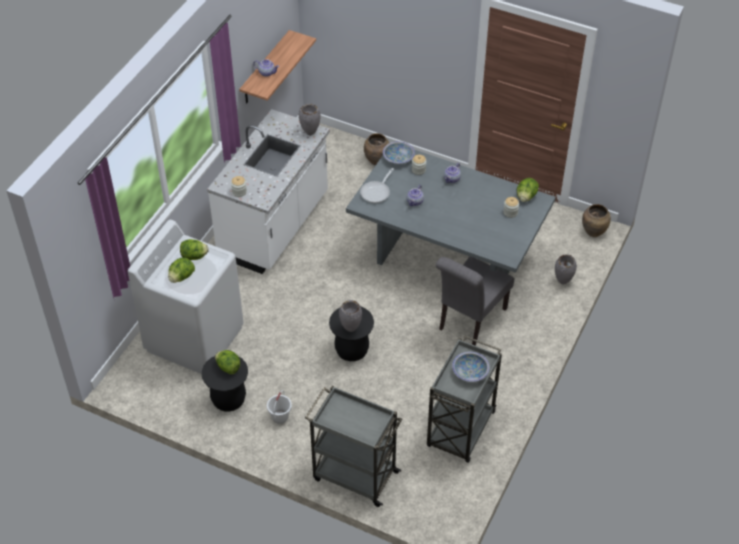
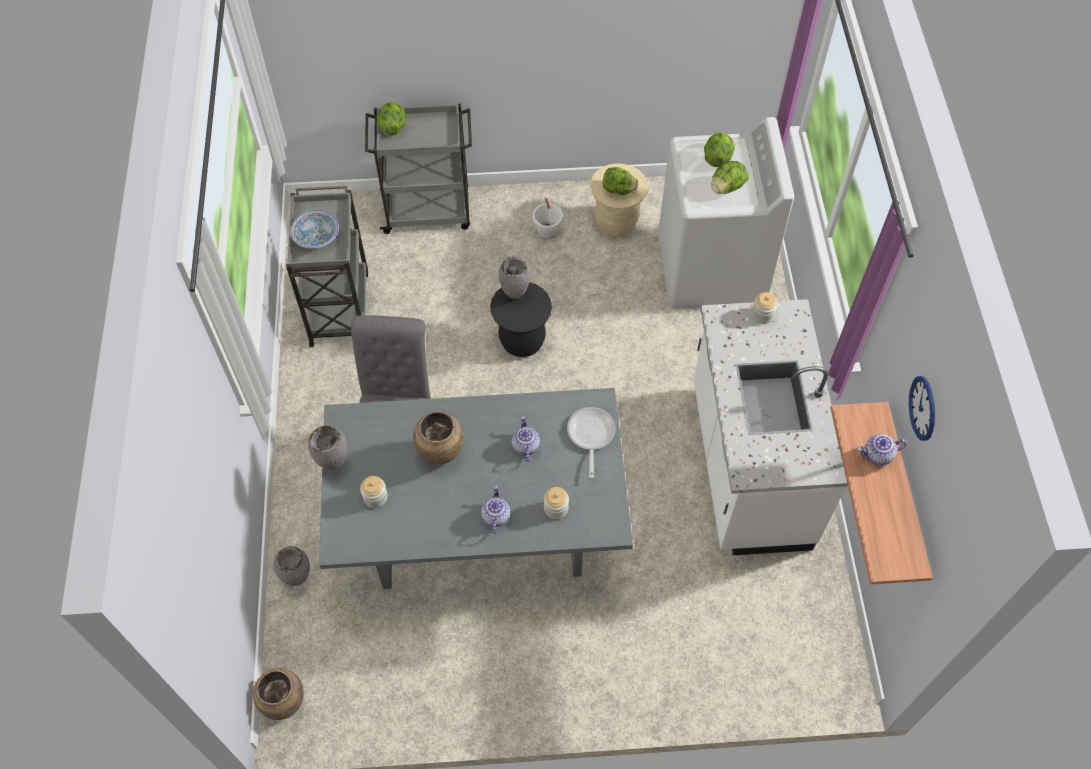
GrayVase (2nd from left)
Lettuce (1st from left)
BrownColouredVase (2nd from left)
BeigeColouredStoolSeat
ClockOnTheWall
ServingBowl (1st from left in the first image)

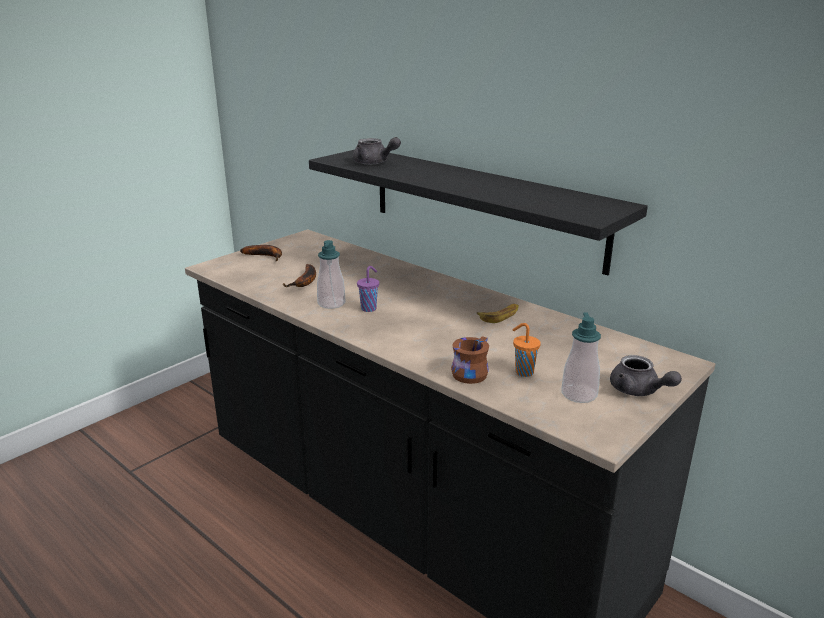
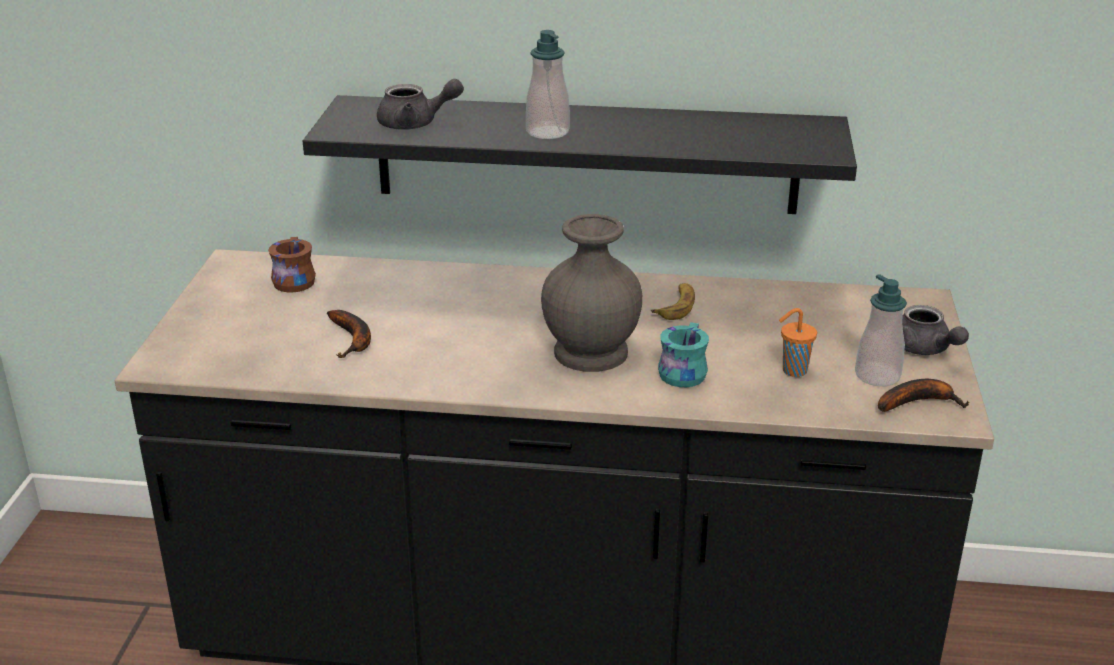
BrownColouredTeaMug
LiquidSoapBottle (1st from left)
GrayVase
TurquoiseTeaMug
Banana (3rd from left)
GrayPotForTea (2nd from left)
PurplishCup

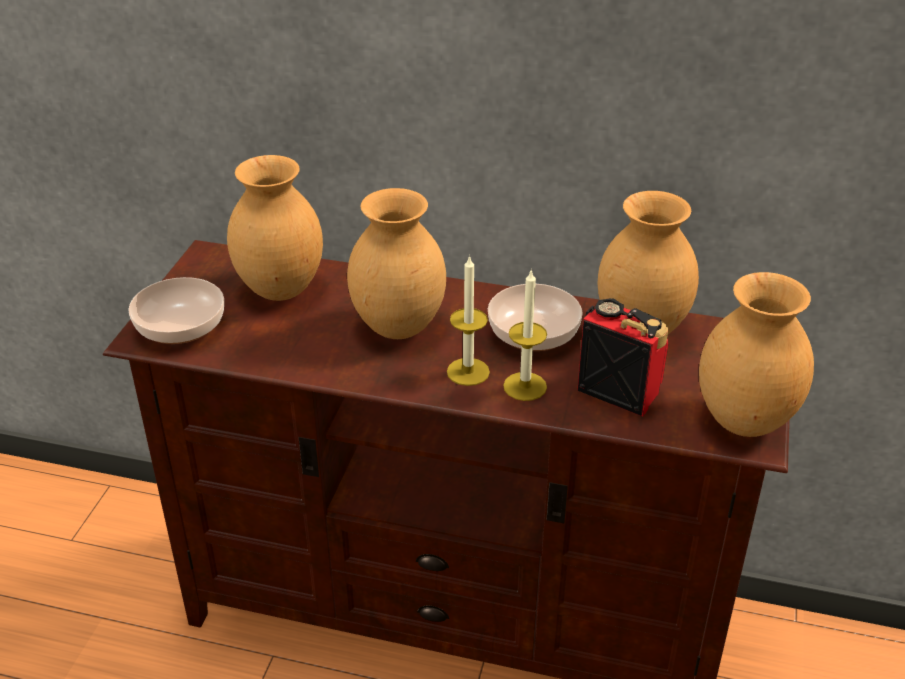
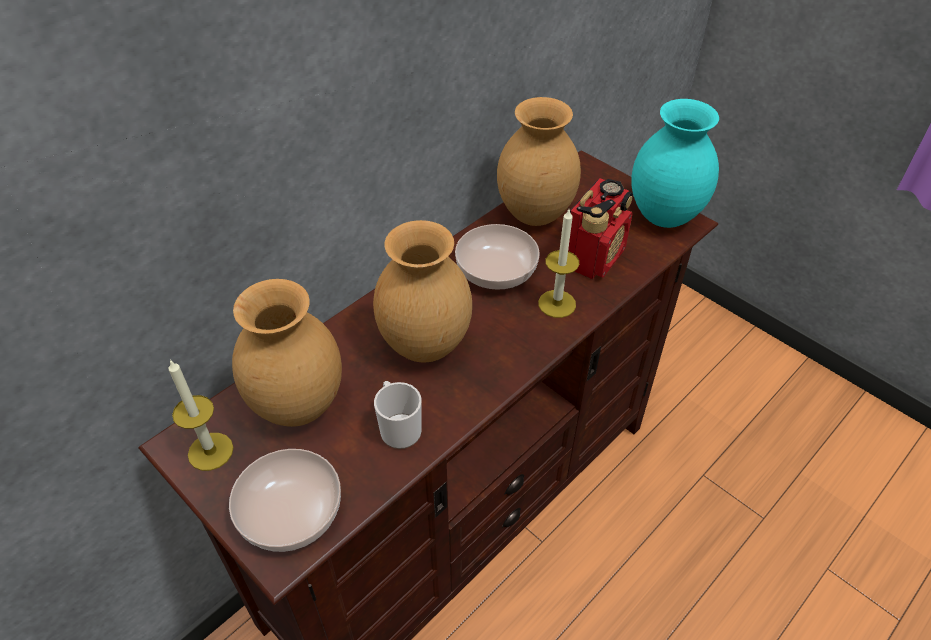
WaxCandle (1st from left)
TeaMug
RadioSet
TurquoiseVase

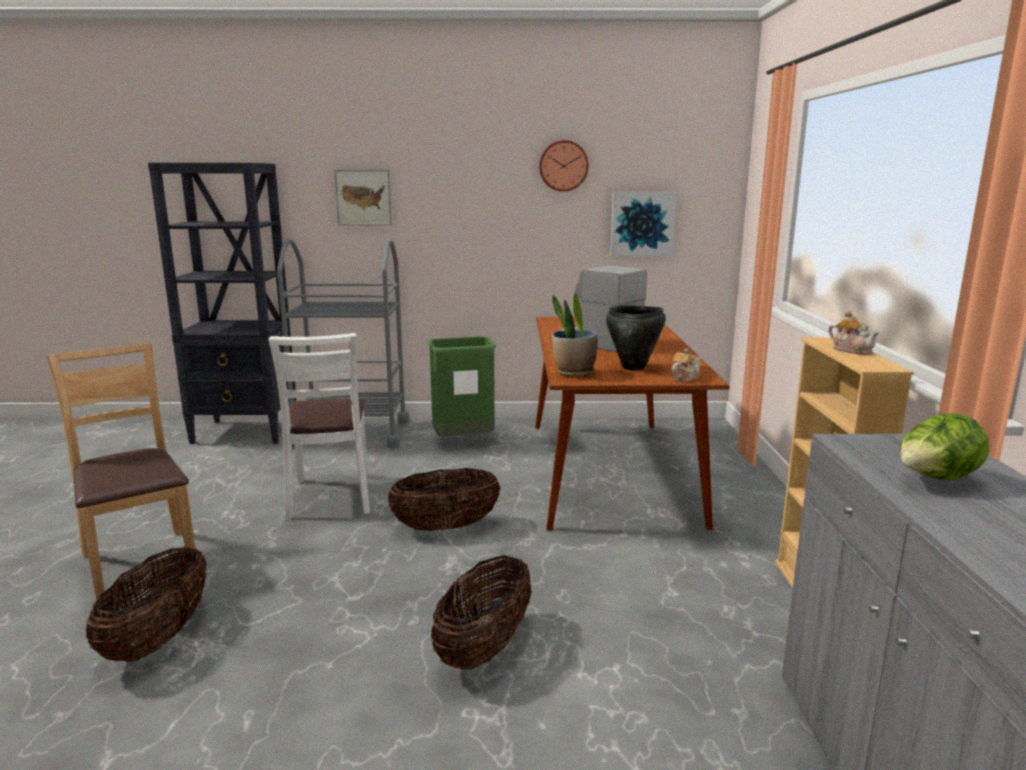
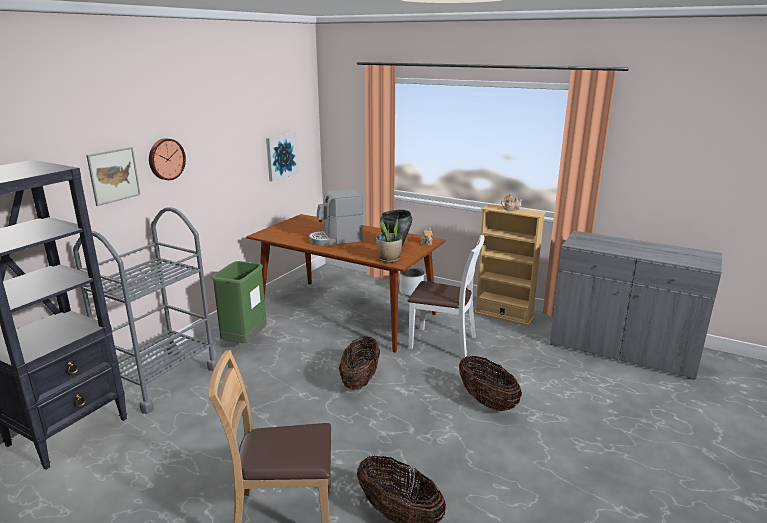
ClockOnTheWall
GrayPlanter
WhitishUprightChair
Lettuce

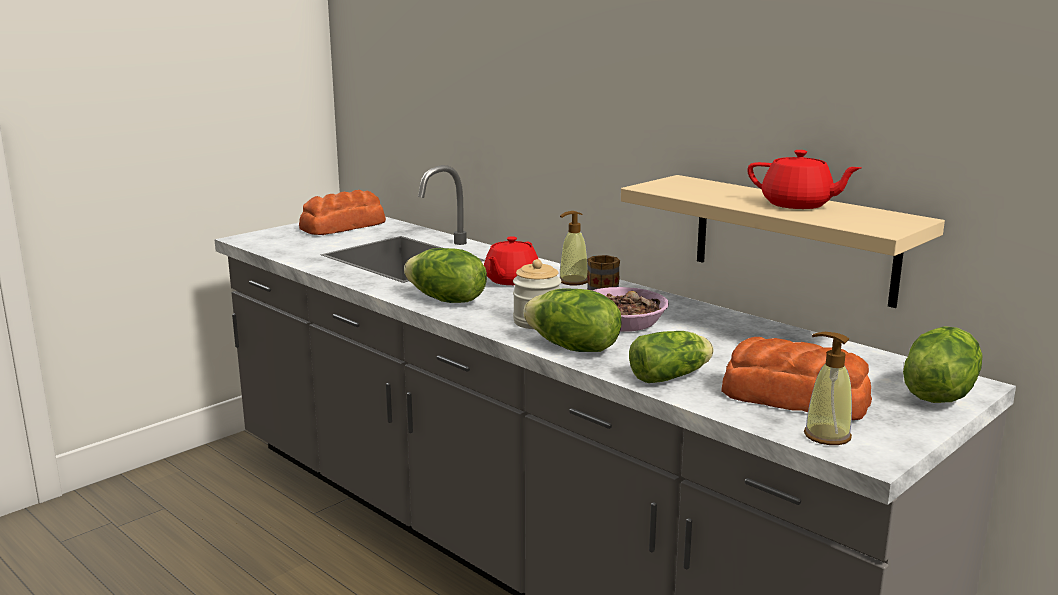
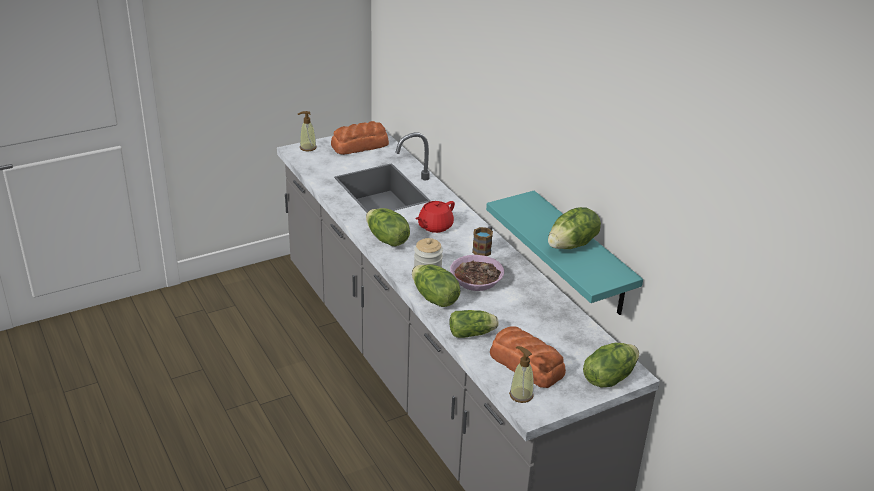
LiquidSoapBottle (1st from left)
TurquoiseWallShelf
Lettuce (4th from left)

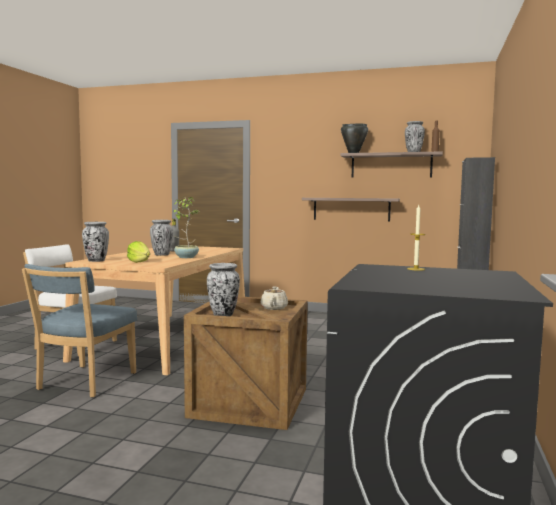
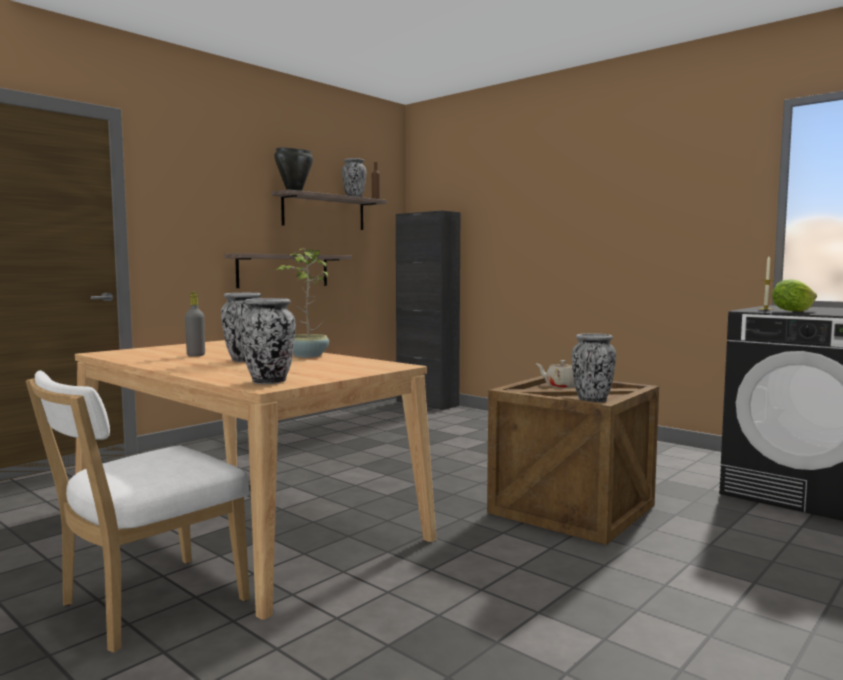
Lettuce
BlueColouredUprightChair

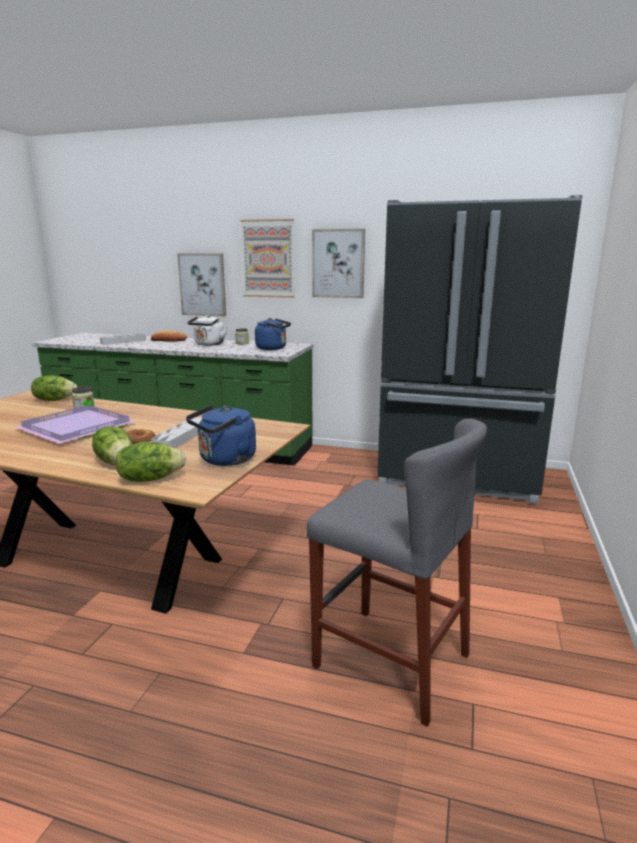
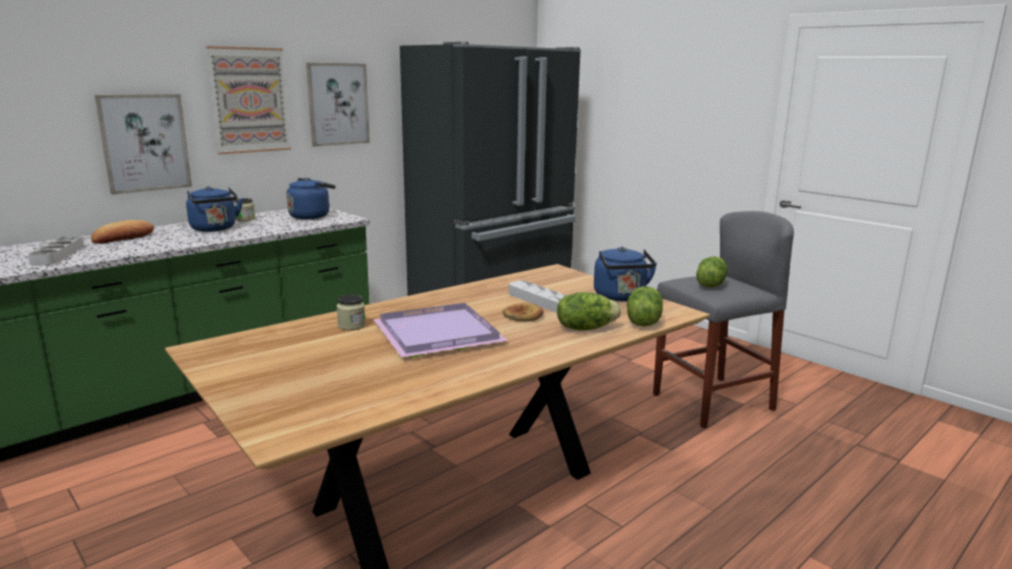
BlueColouredKettle (1st from left)
Lettuce (3rd from left)

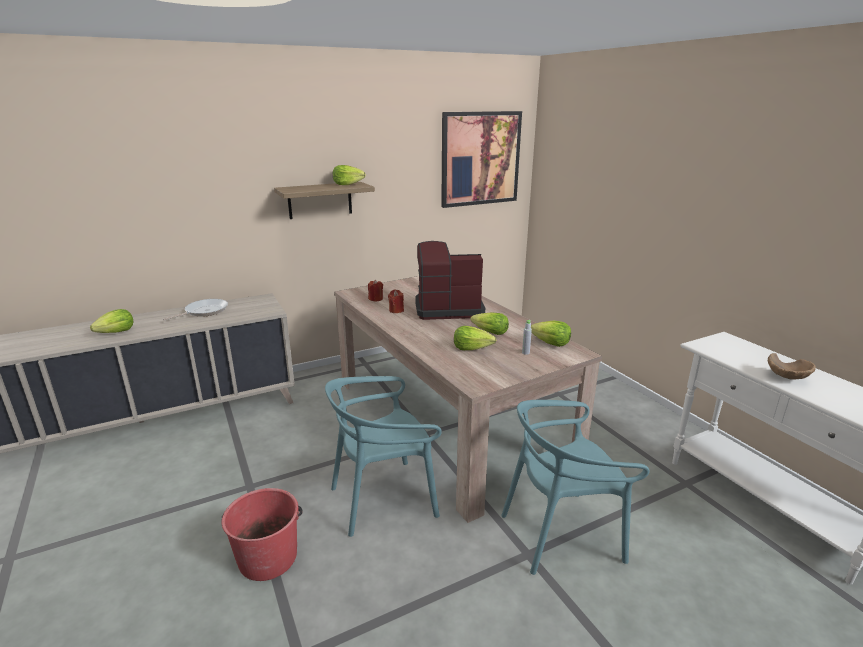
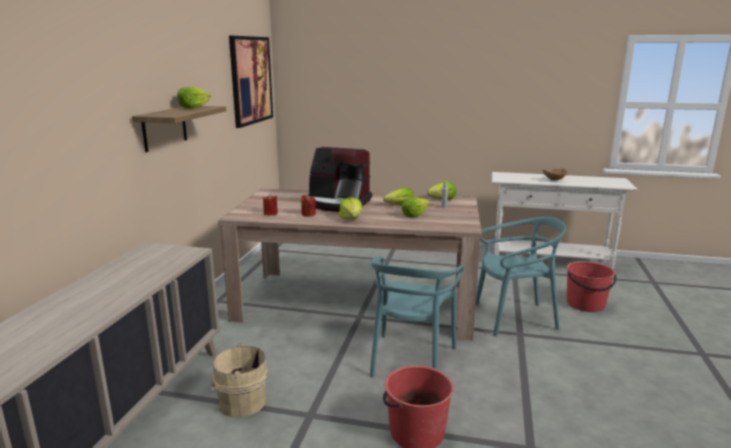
BeigeColouredWaterBucket
CoffeeBrewer
Lettuce (2nd from left)
TurquoiseUprightChair (2nd from left)
RedWaterBucket (2nd from left)
FryingPan

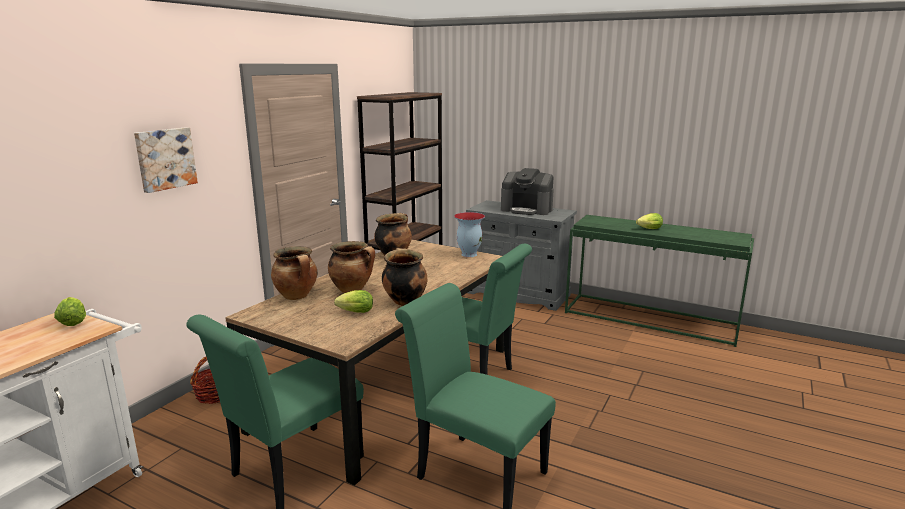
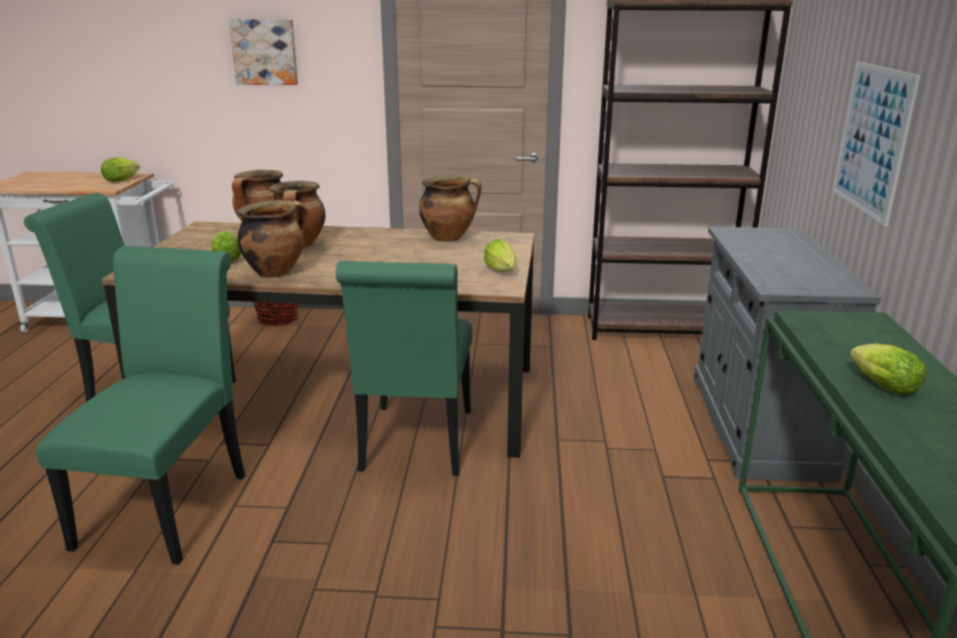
Lettuce (3rd from left)
WallPicture (2nd from left)
CoffeeBrewer

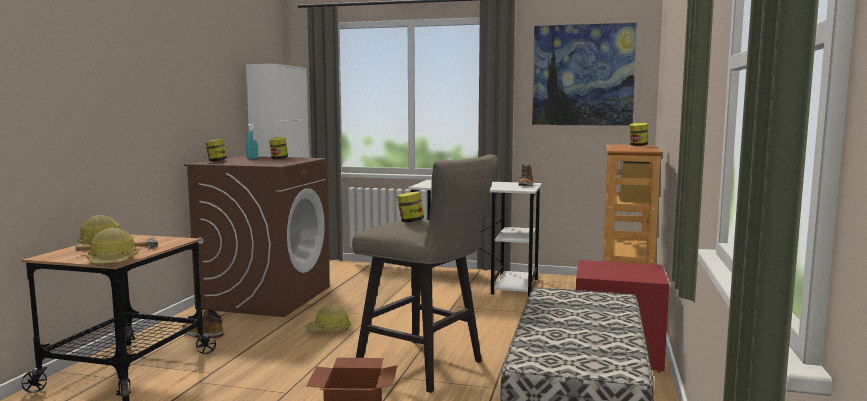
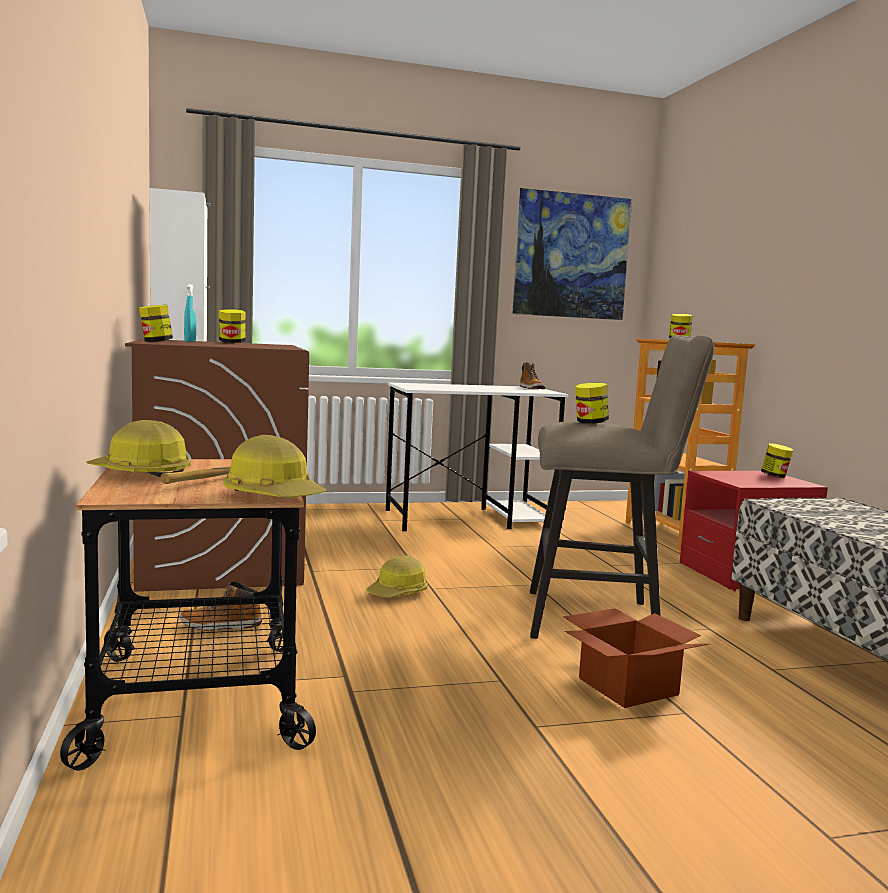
StorageJar (5th from left)

